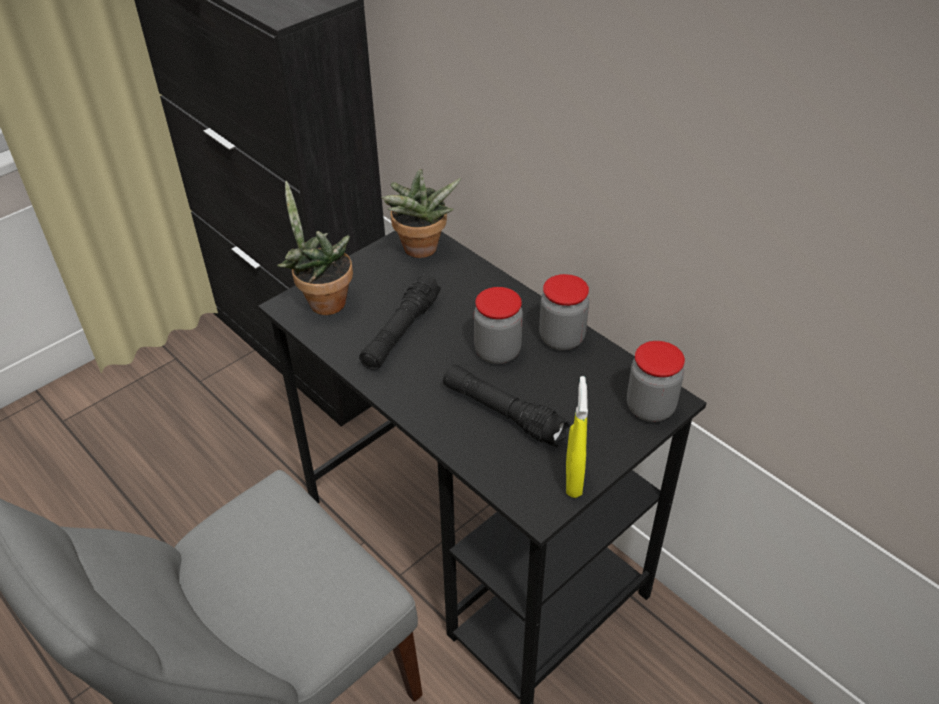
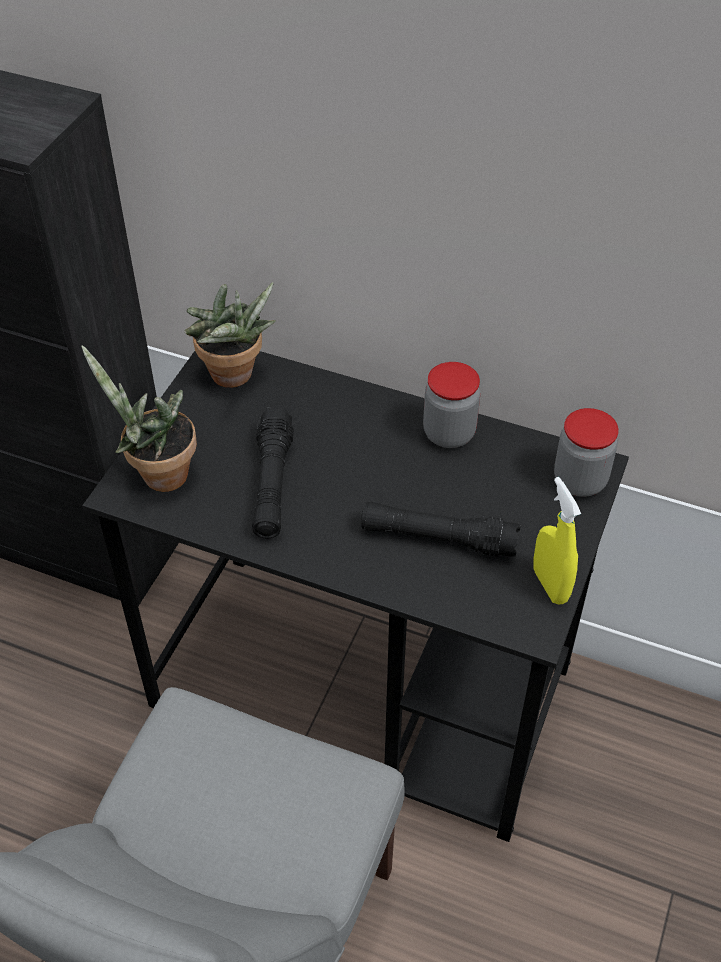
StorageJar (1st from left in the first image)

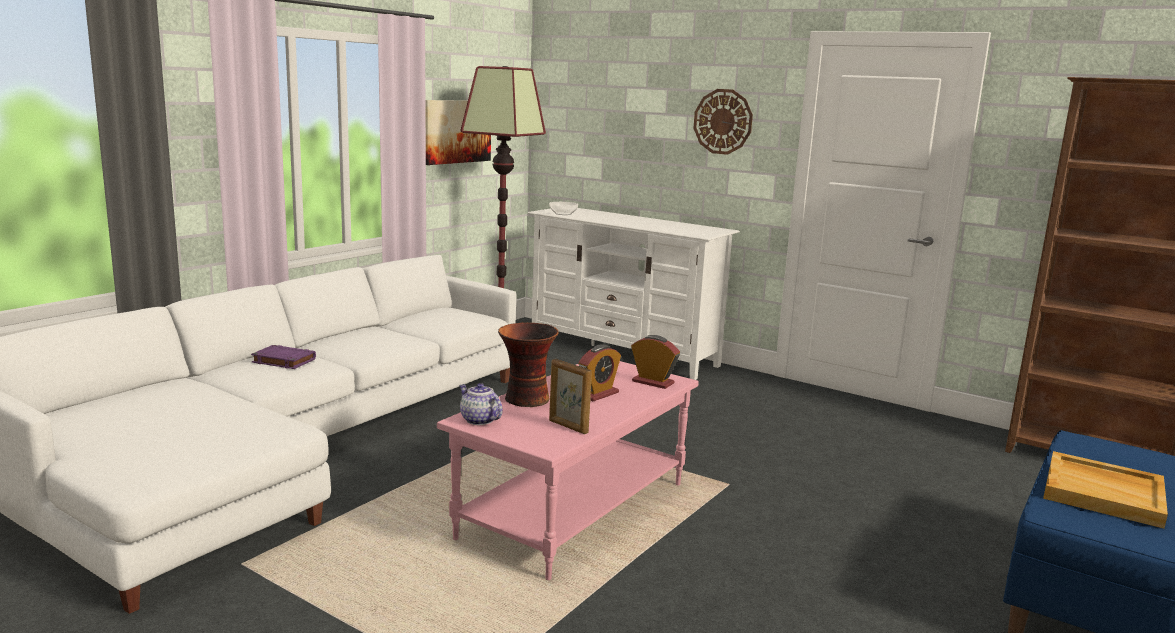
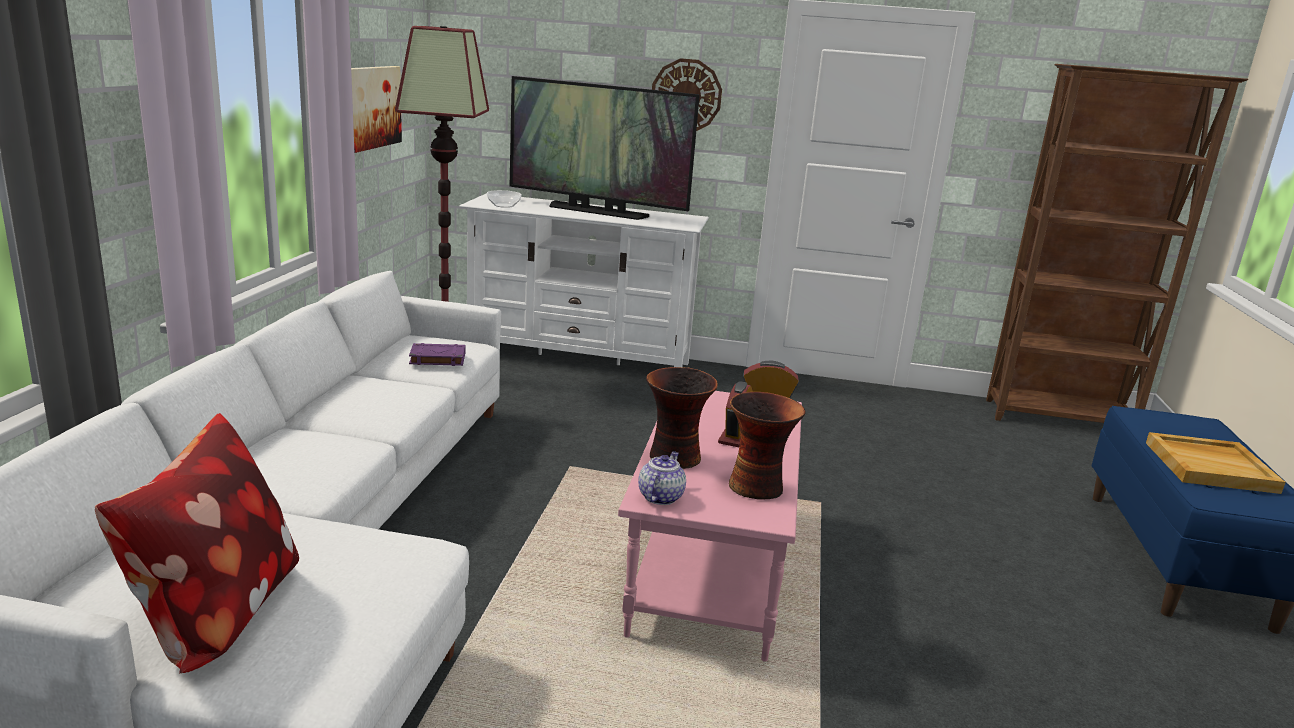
ThrowPillow
PurplishBoundBook
TvSet
PotForTea
Vase (2nd from left)

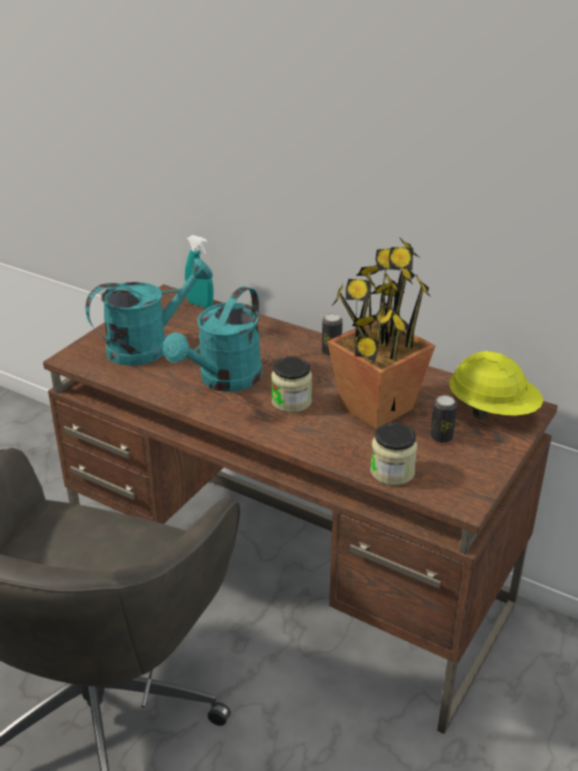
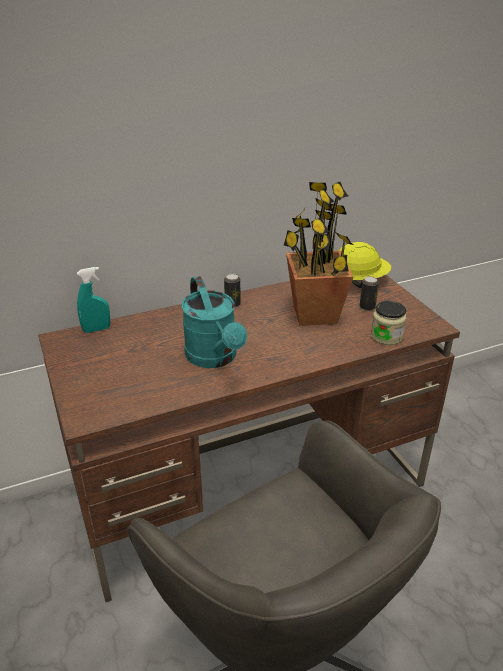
TurquoiseWateringPot (1st from left in the first image)
StorageJar (1st from left in the first image)

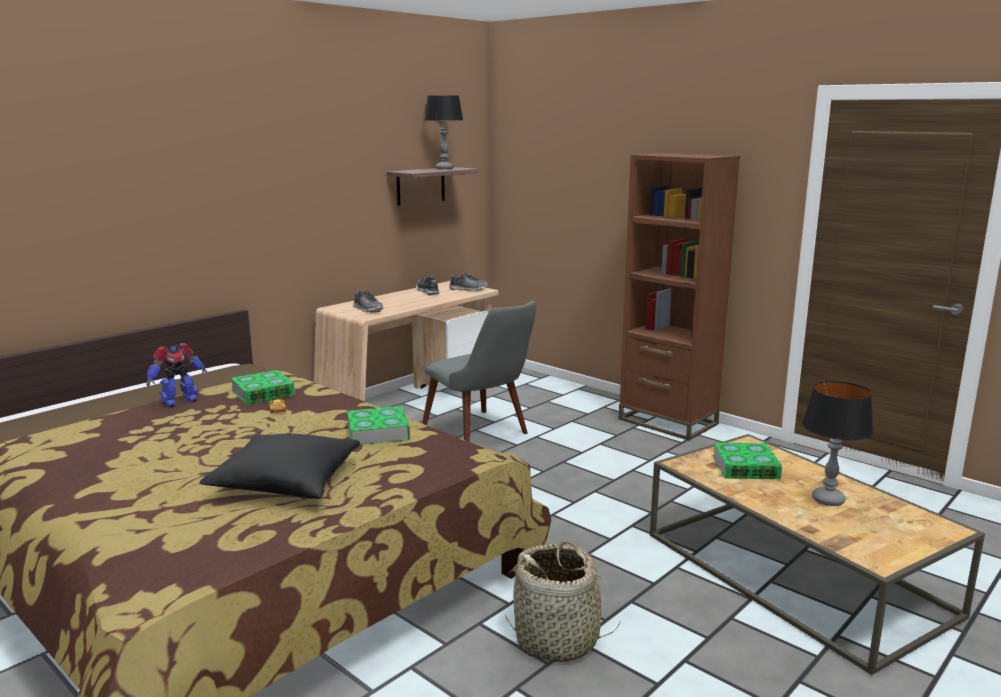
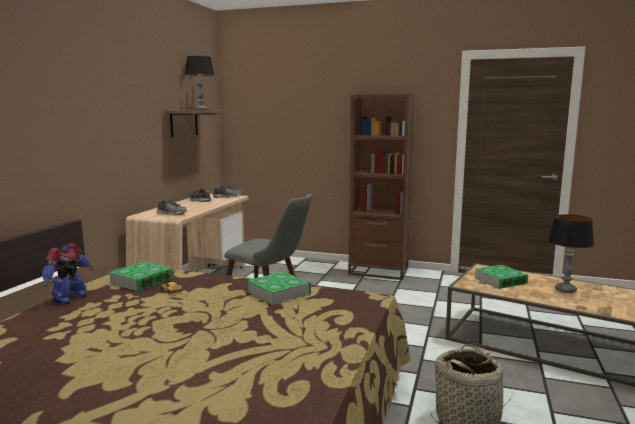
BlackColouredThrowPillow

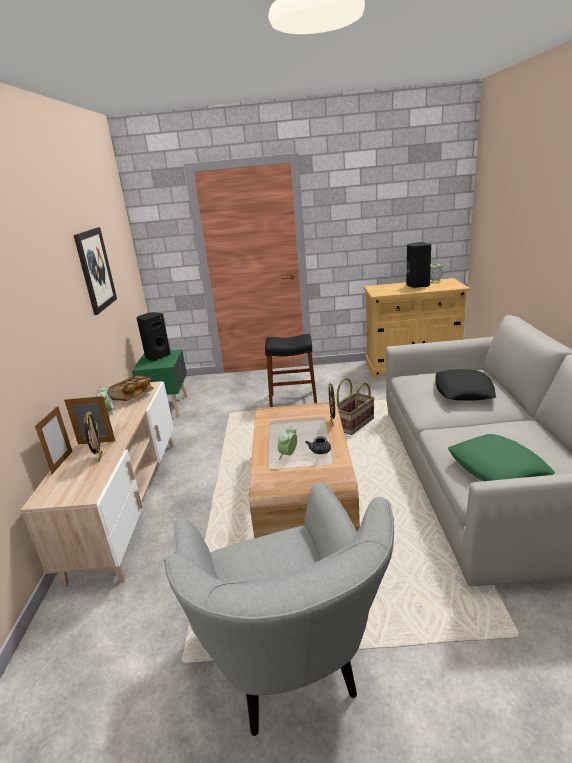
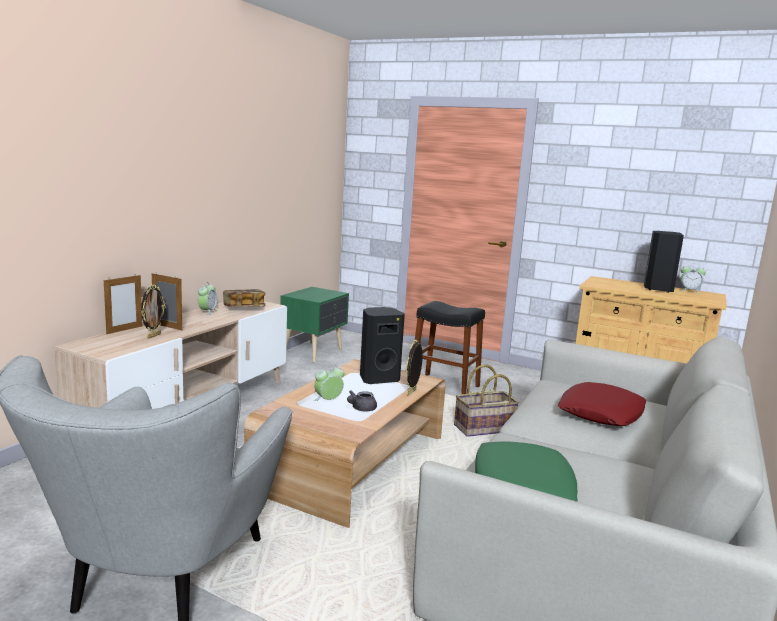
BlackColouredLoudspeaker (1st from left)
RedThrowPillow
WallPicture

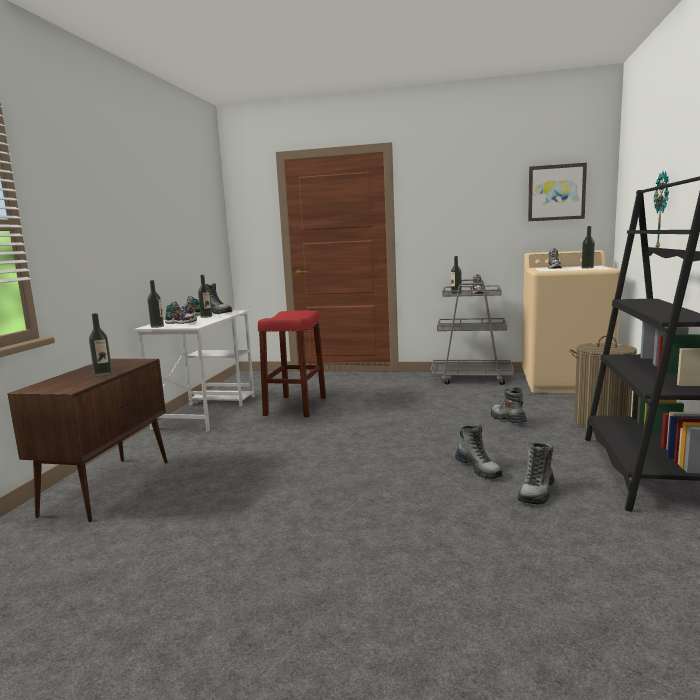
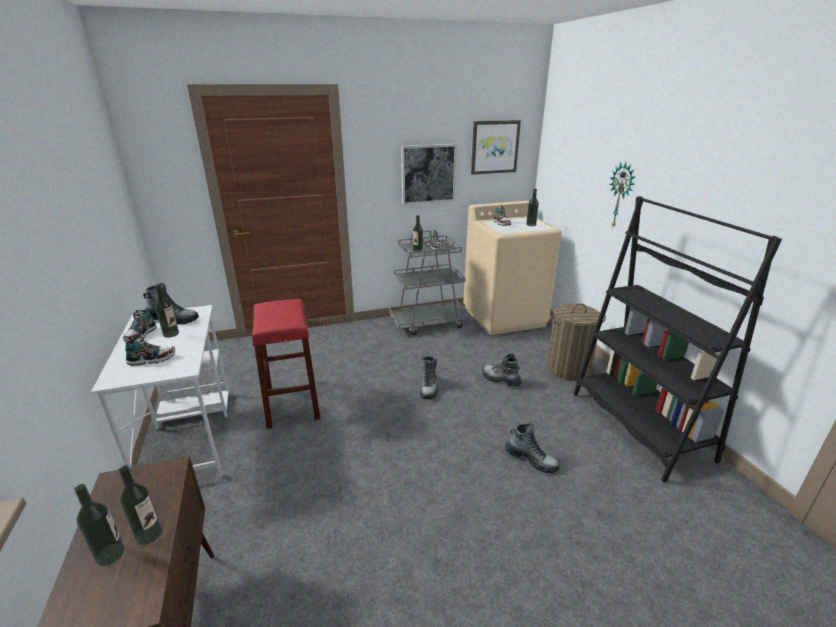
DrinkBottle (1st from left)
WallPicture (1st from left)
TallBoot (2nd from left)

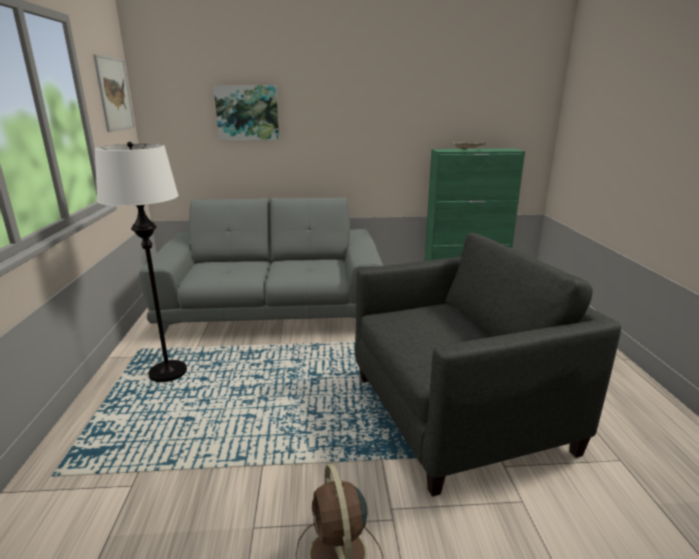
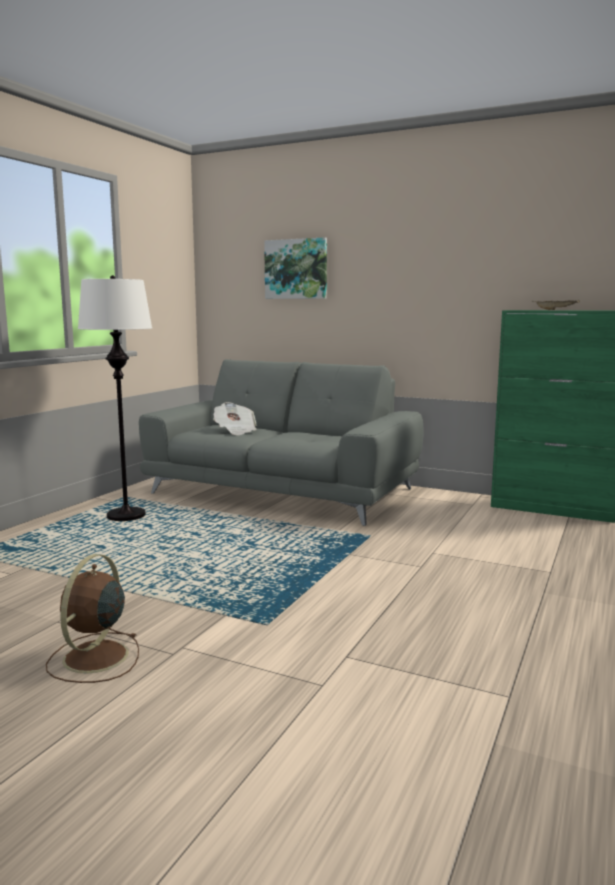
DailyPaper
WallPicture (1st from left in the first image)
GrayArmchair

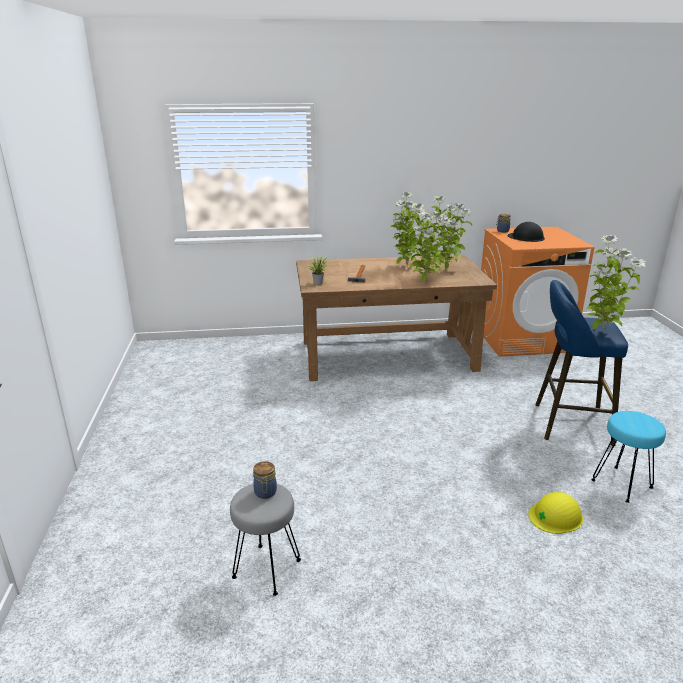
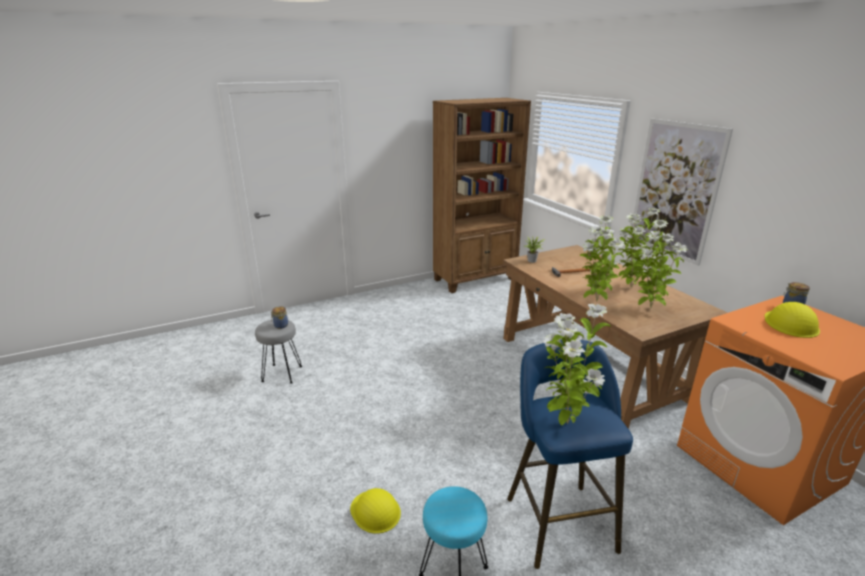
BrownColouredBookshelf
WallPicture
YellowishSafetyHelmet (2nd from left)

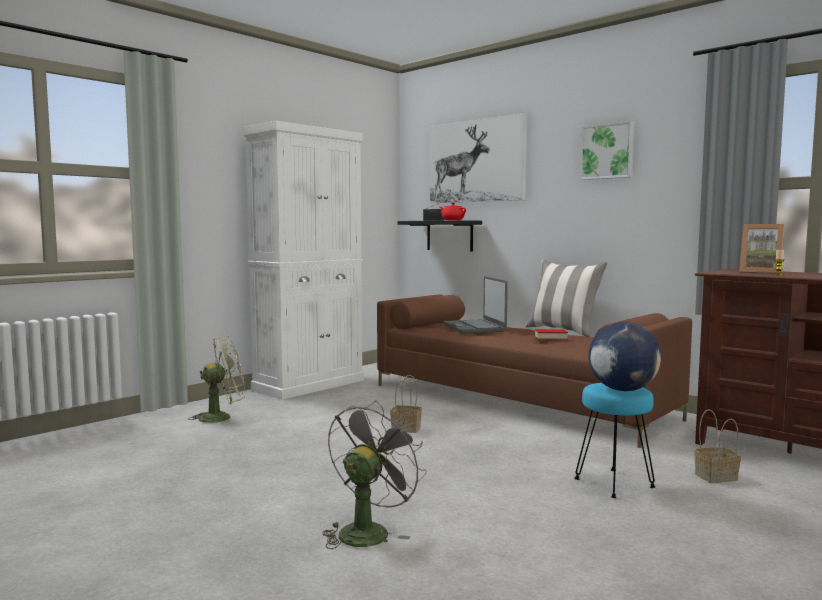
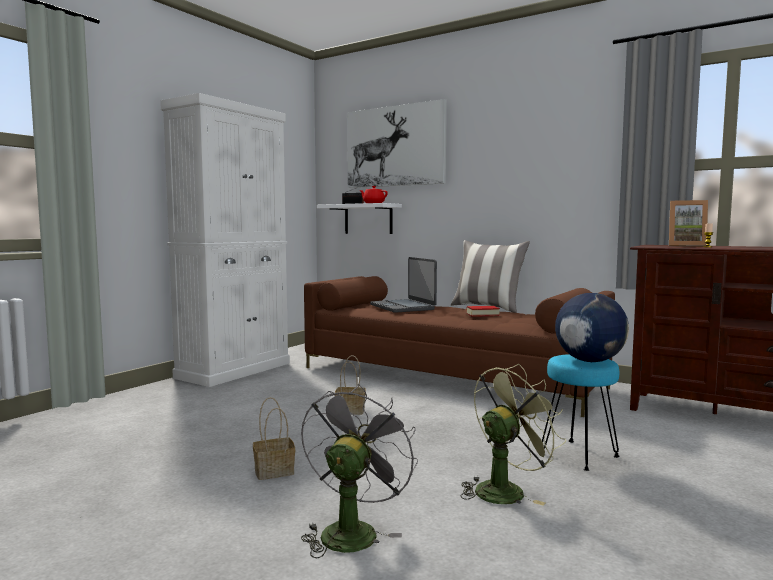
StorageBasket (1st from left)
WhitishWallShelf
GreenishElectricFan
WallPicture (2nd from left in the first image)

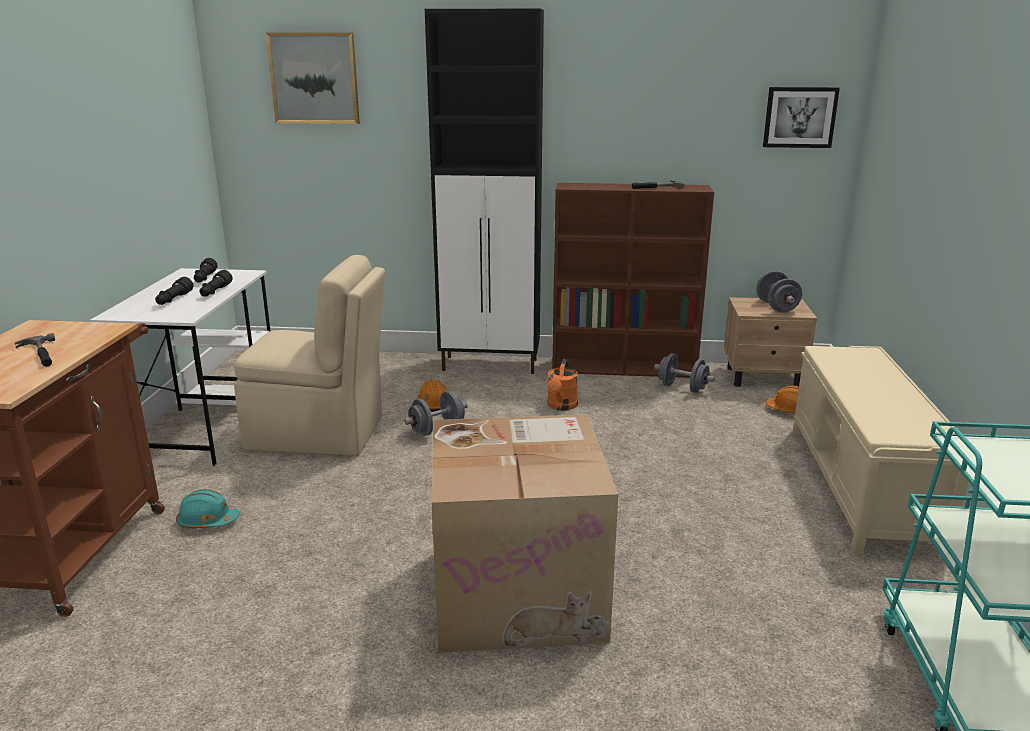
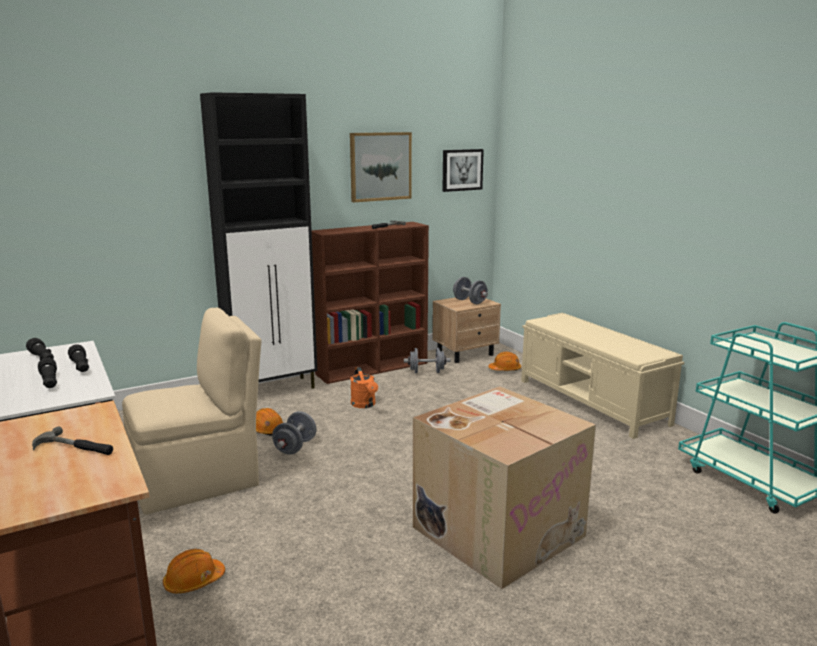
OrangeSafetyHelmet (1st from left)
WallPicture (1st from left)

